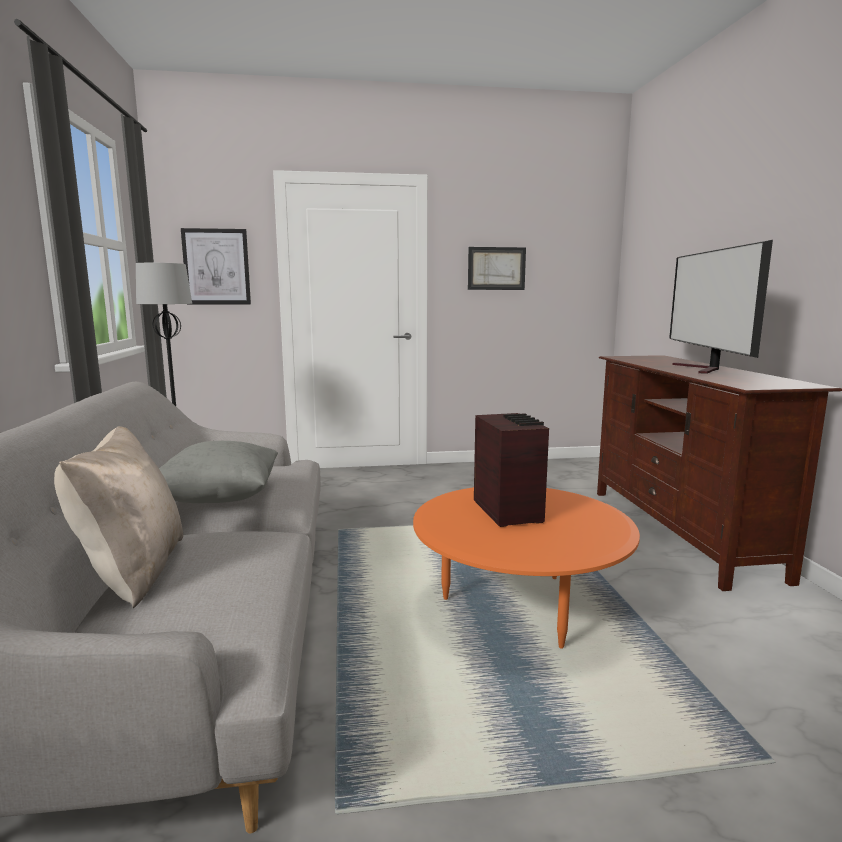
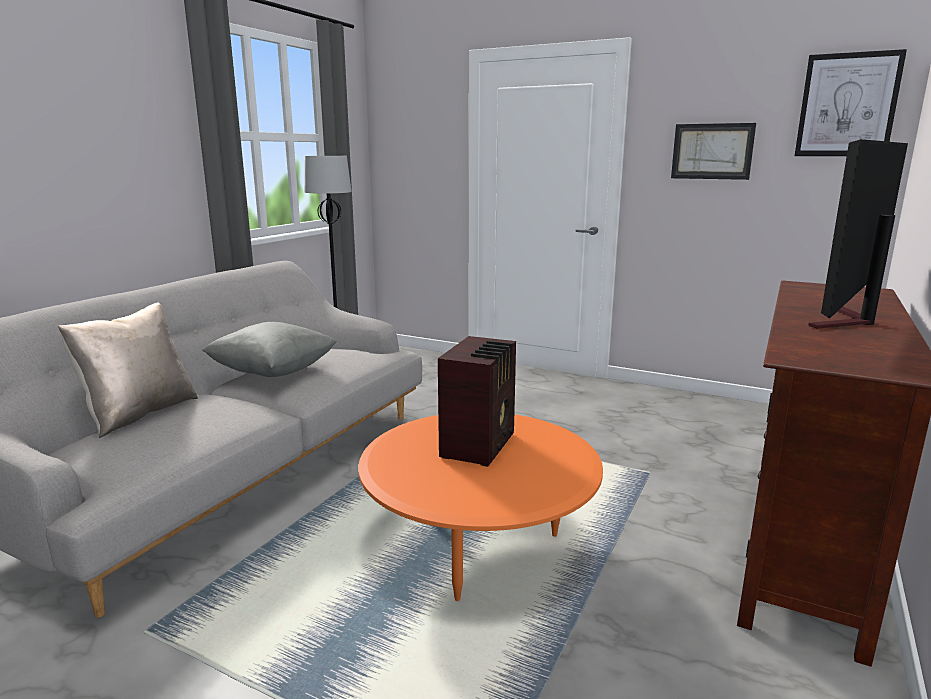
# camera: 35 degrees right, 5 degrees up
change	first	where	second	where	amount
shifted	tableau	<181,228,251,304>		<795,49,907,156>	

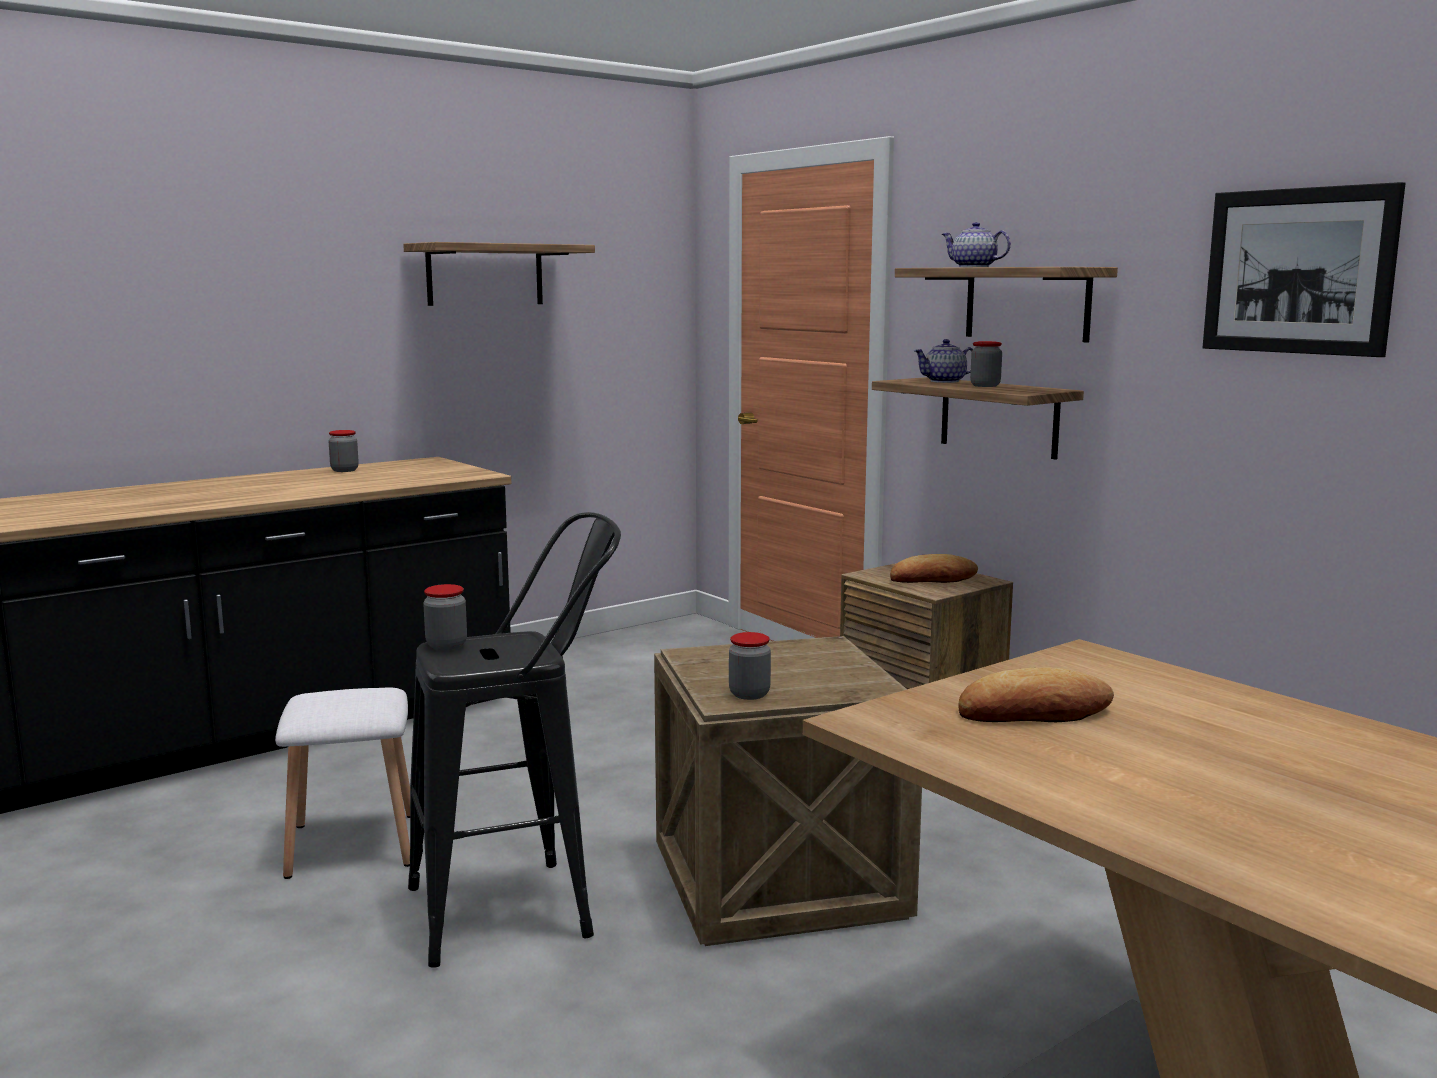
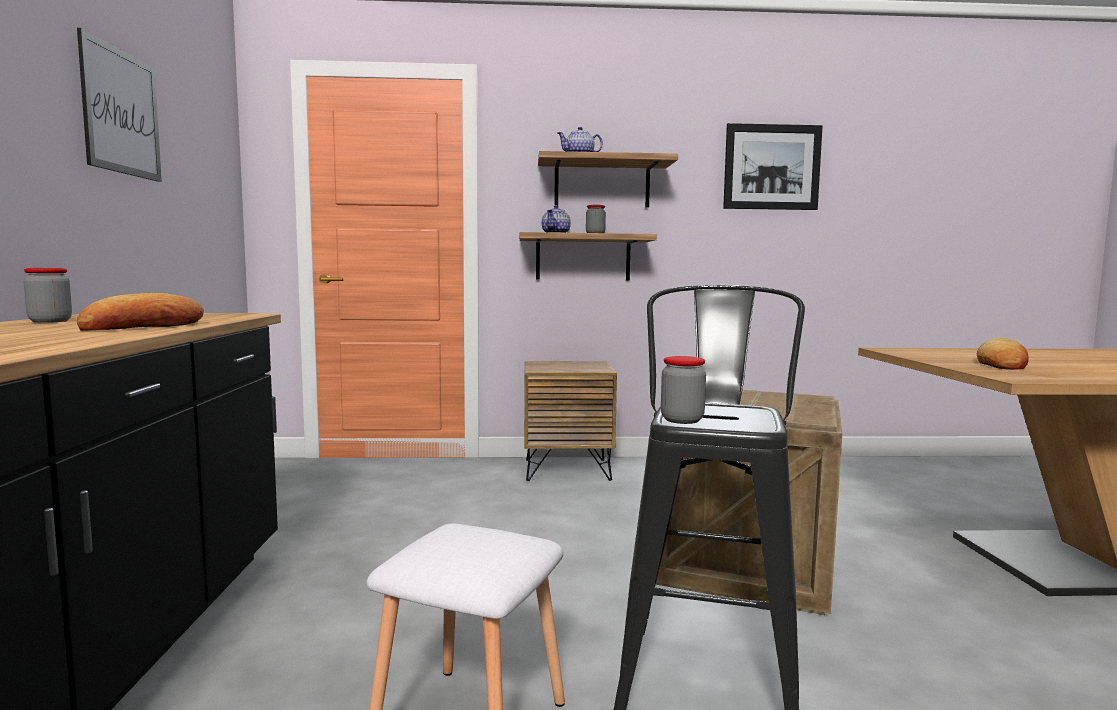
# camera: 55 degrees left, 5 degrees down
change	first	where	second	where	amount
swapped	étagère	<403,242,595,306>	tableau	<77,28,162,182>	
gone	bocal	<729,632,771,700>			
shifted	pain	<890,554,978,583>		<77,293,204,331>	

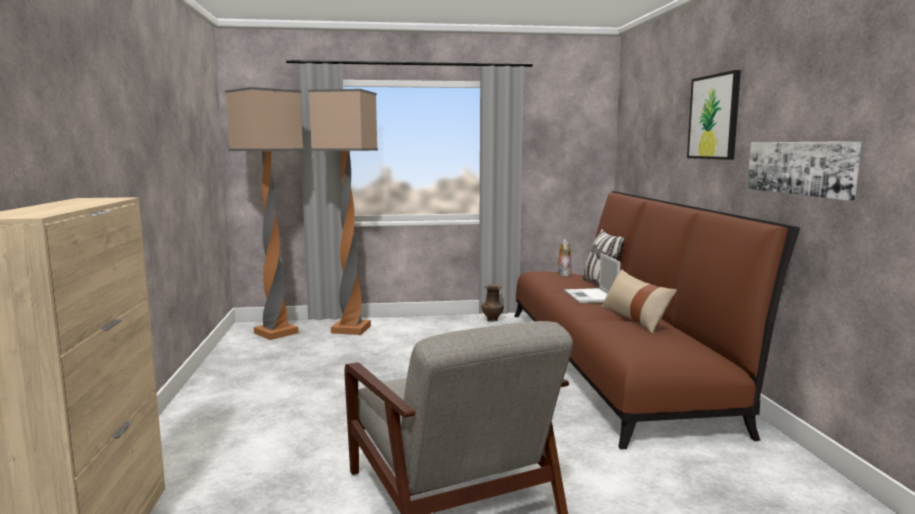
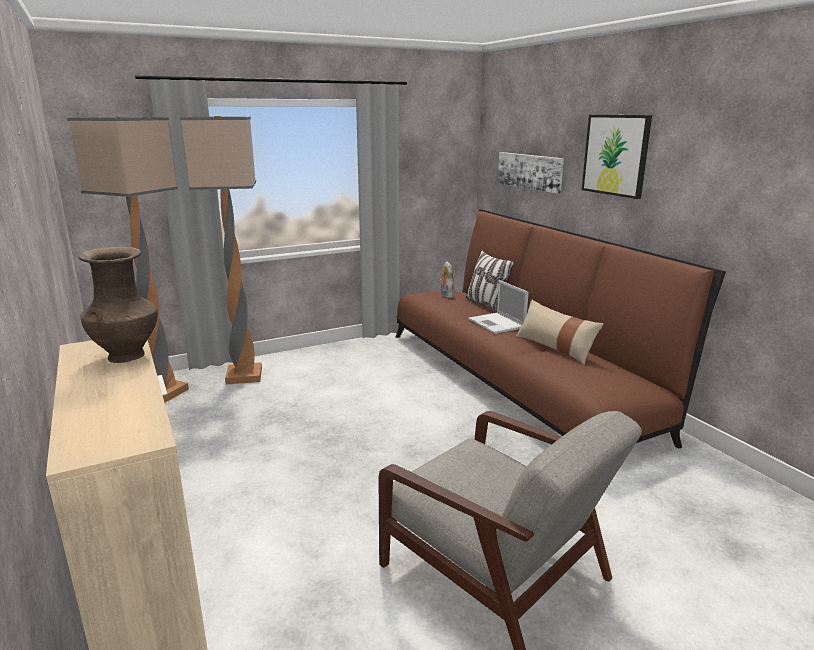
# camera: 20 degrees left, 10 degrees up
change	first	where	second	where	amount
shifted	vase (marron)	<482,285,504,322>		<78,247,158,363>	
shifted	tableau	<747,141,862,201>		<498,152,564,194>	

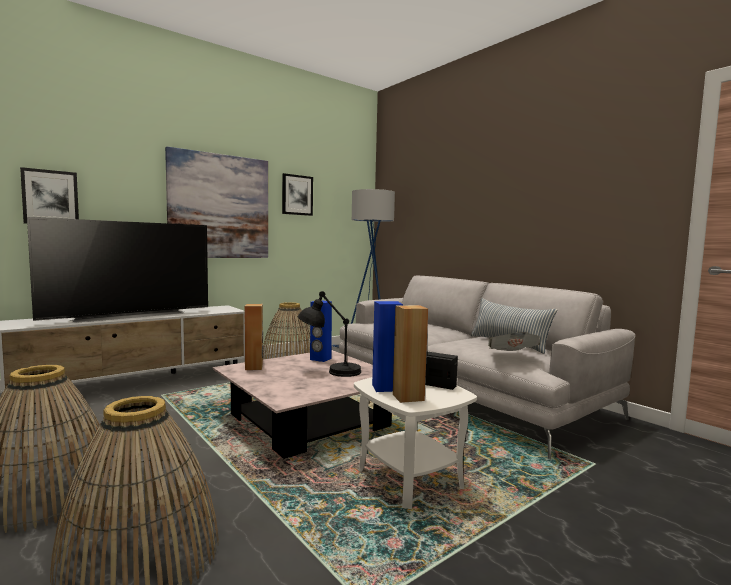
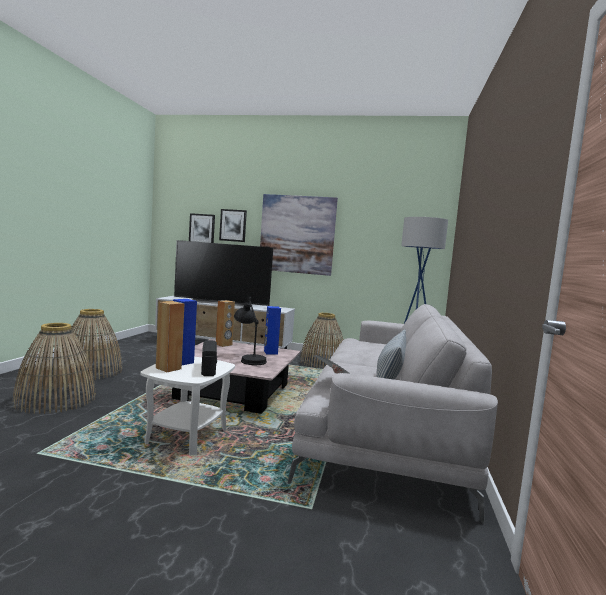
# camera: 50 degrees right, 0 degrees up
change	first	where	second	where	amount
shifted	tableau	<282,173,313,216>		<219,209,247,242>	

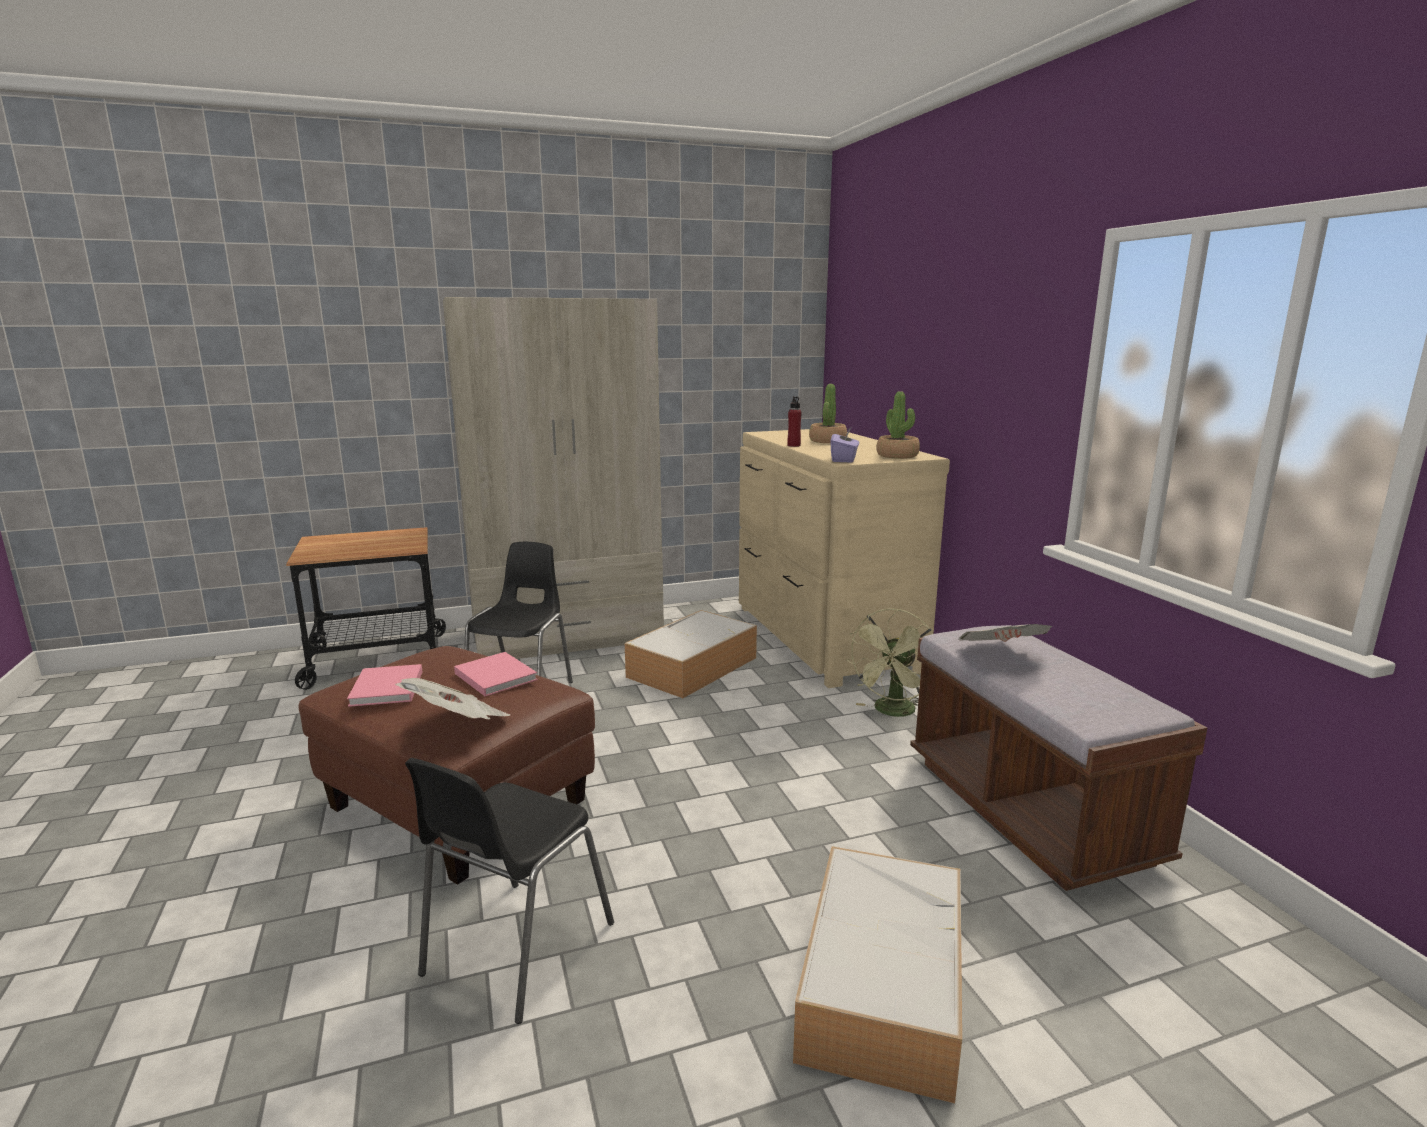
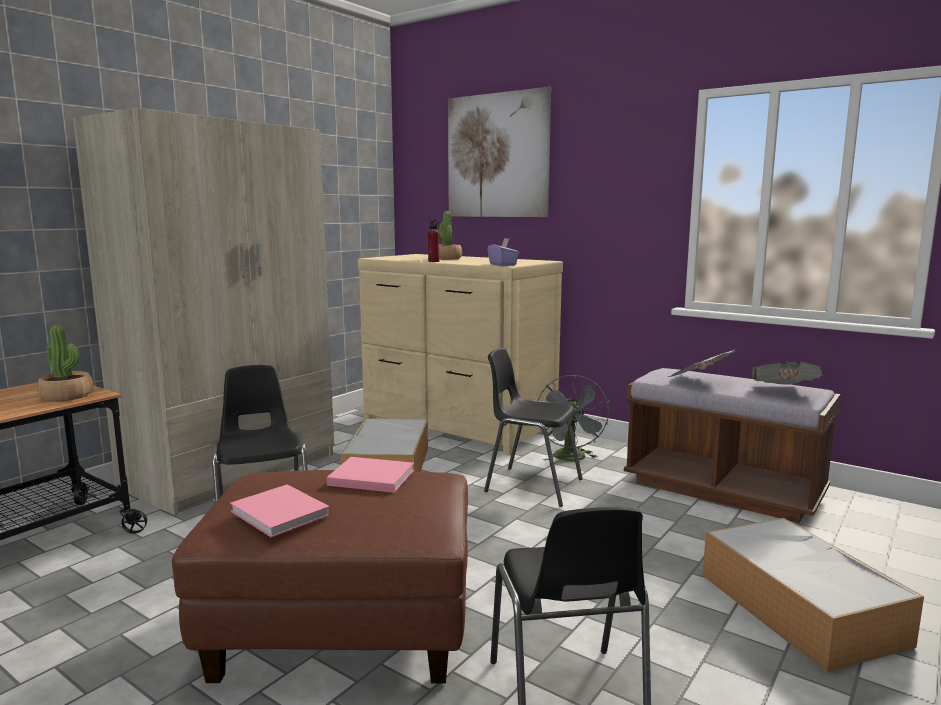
# camera: 35 degrees left, 5 degrees down
change	first	where	second	where	amount
shifted	journal	<395,678,510,719>		<752,361,823,384>	
repainted	ventilateur (vert)	<846,608,933,717>	ventilateur (gris)	<538,375,610,461>	
shifted	plante en pot	<876,392,920,459>		<37,325,94,402>	
new			tableau	<448,87,551,217>	
new			chaise (noir)	<484,348,583,507>	

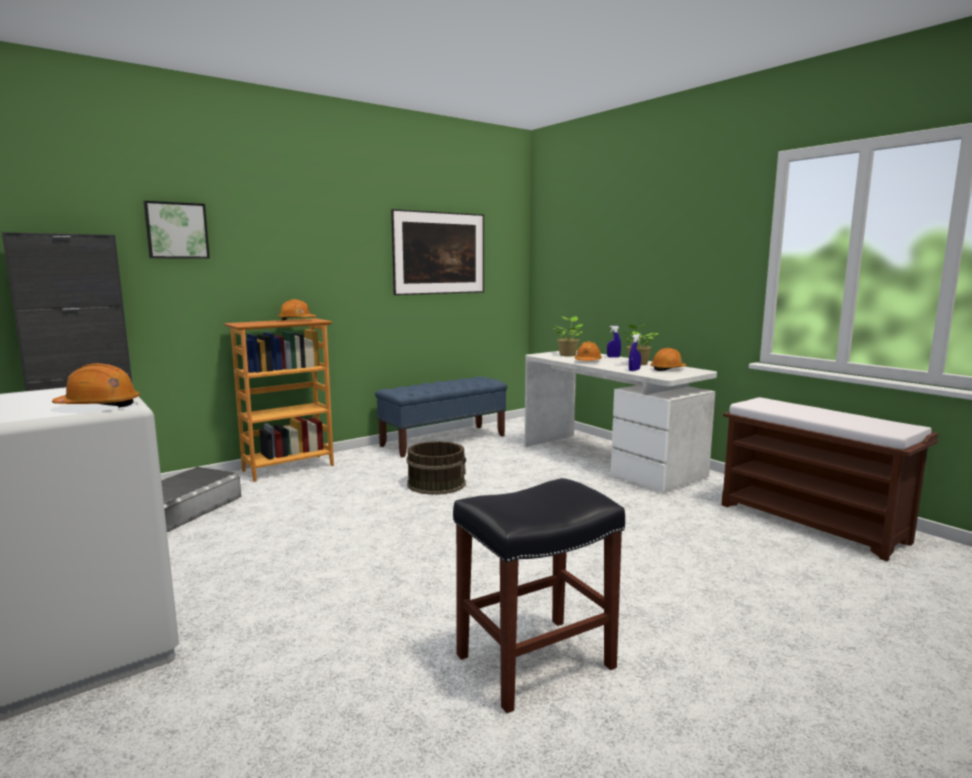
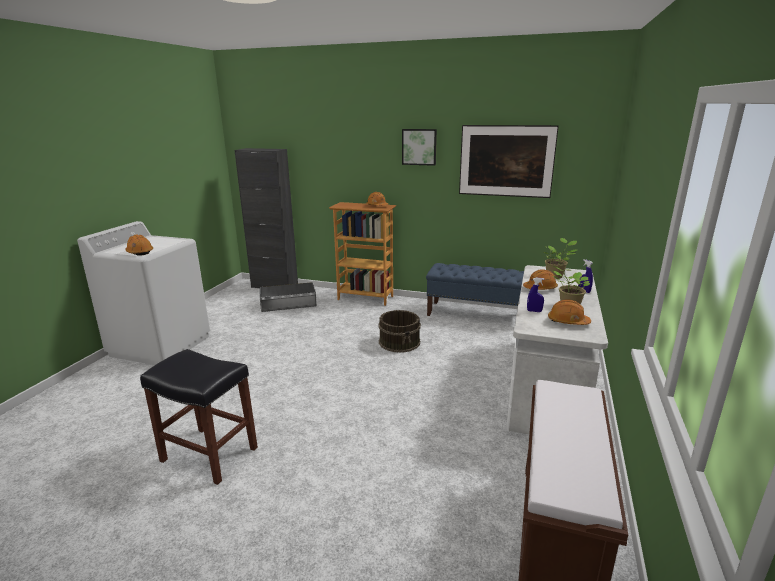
# camera: 55 degrees right, 10 degrees up
change	first	where	second	where	amount
shifted	tableau	<144,201,210,259>		<402,129,437,166>	

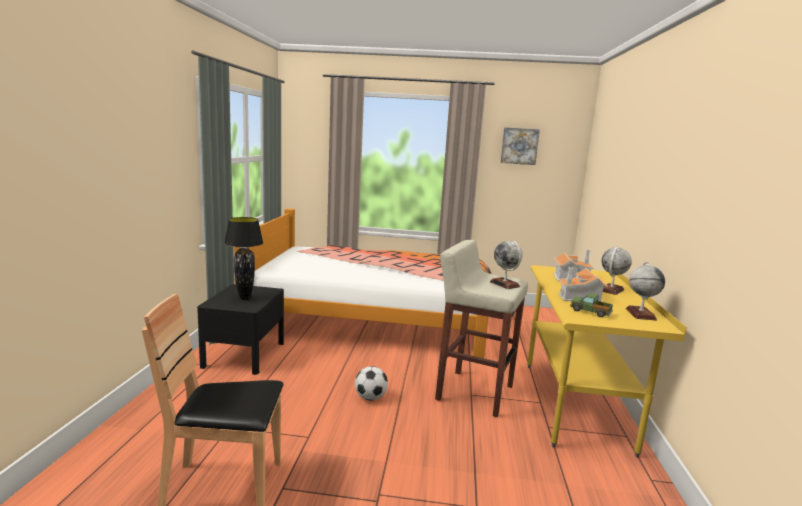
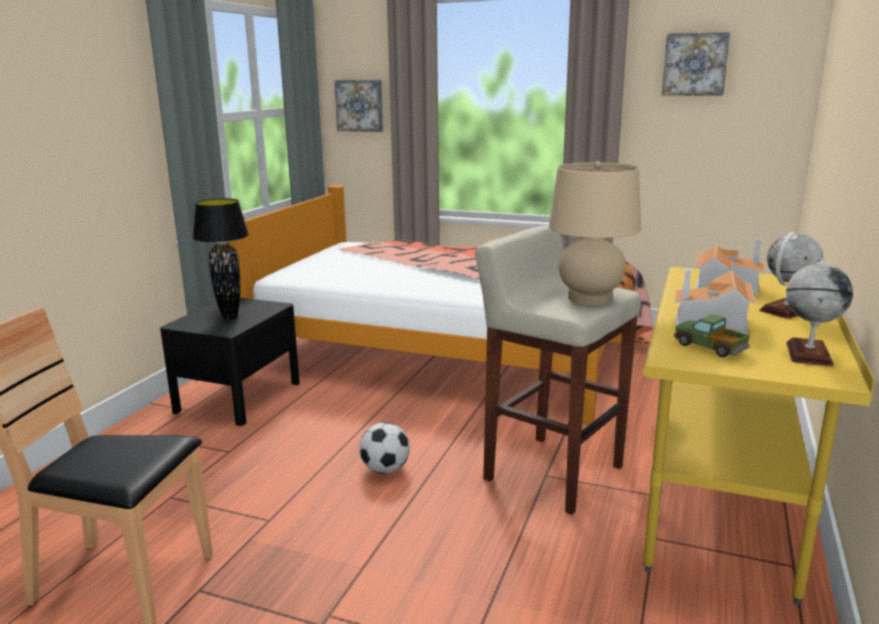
# camera: 15 degrees right, 5 degrees up
change	first	where	second	where	amount
swapped	globe	<490,241,523,289>	lampe de table (beige)	<549,161,641,305>	
new			tableau	<334,80,383,132>	

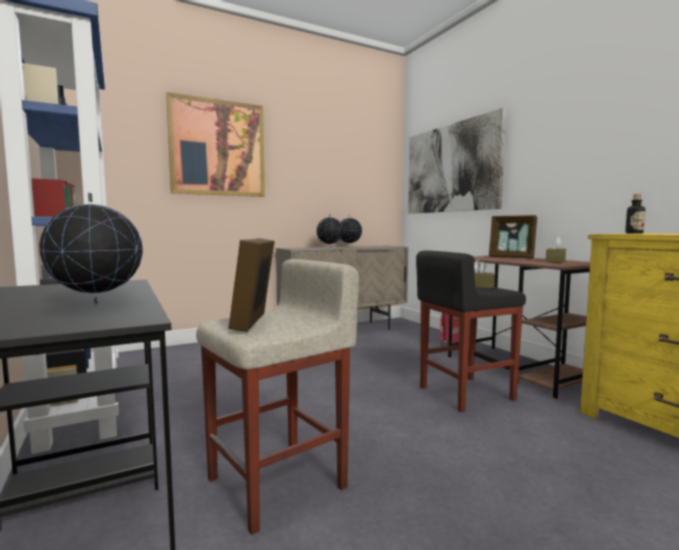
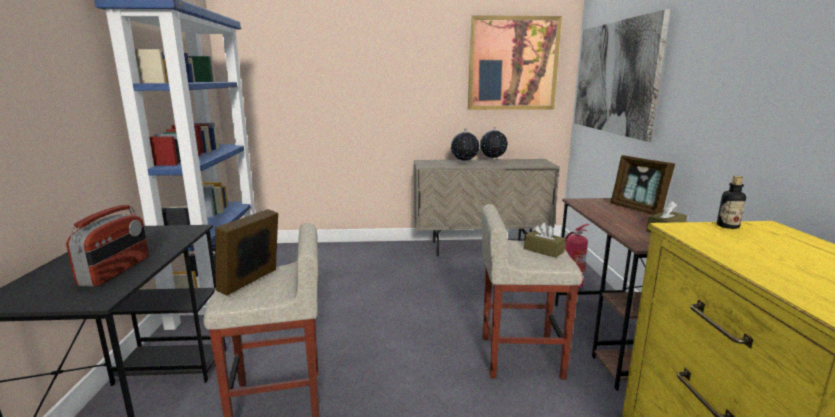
# camera: 25 degrees right, 10 degrees up
change	first	where	second	where	amount
swapped	globe	<39,193,143,306>	radio	<66,205,149,287>	
shifted	tableau	<166,92,265,197>		<468,15,562,110>	
repainted	tabouret (noir)	<416,250,526,412>	tabouret (beige)	<481,204,583,380>	

